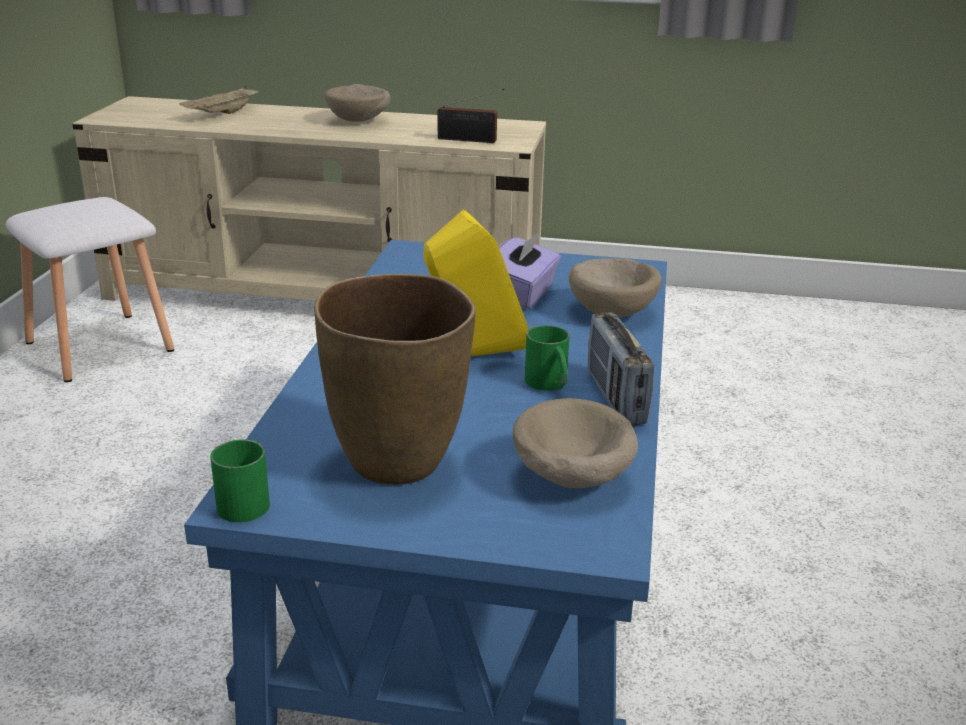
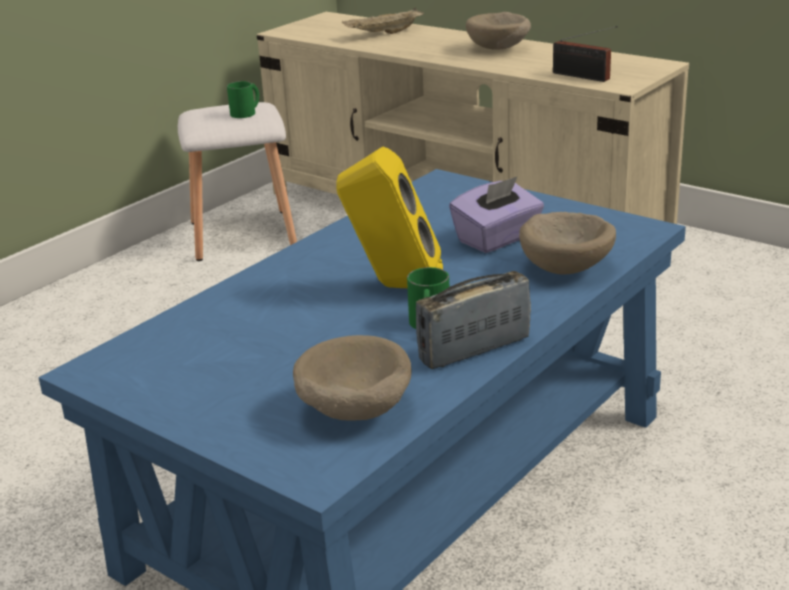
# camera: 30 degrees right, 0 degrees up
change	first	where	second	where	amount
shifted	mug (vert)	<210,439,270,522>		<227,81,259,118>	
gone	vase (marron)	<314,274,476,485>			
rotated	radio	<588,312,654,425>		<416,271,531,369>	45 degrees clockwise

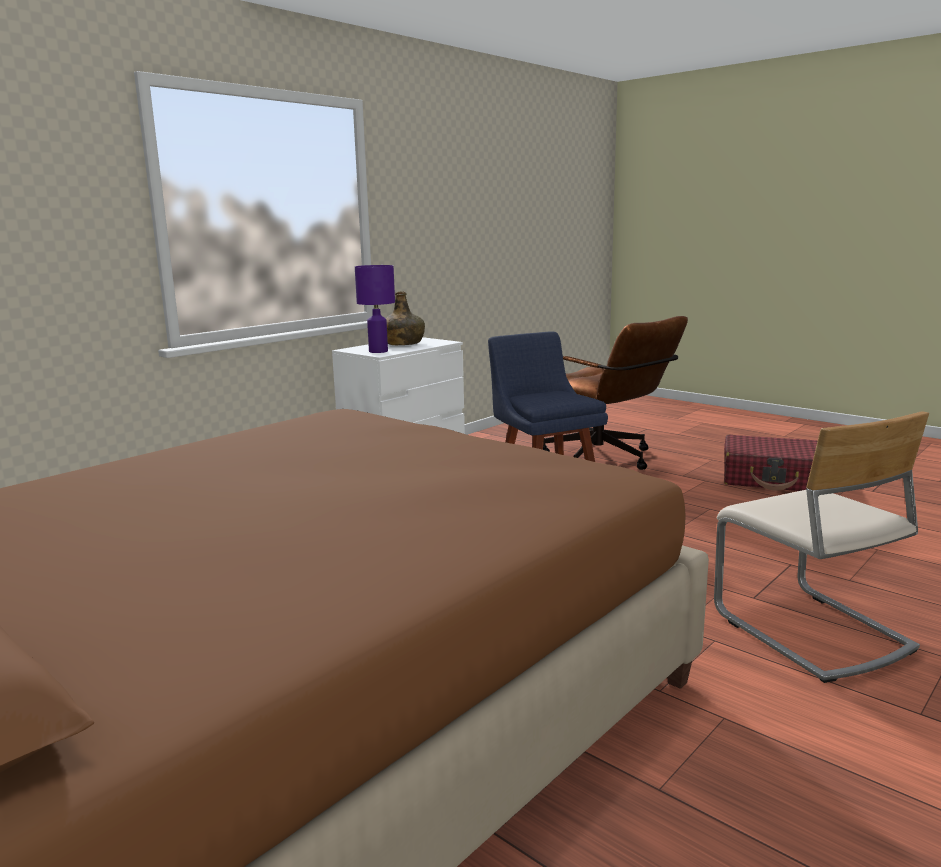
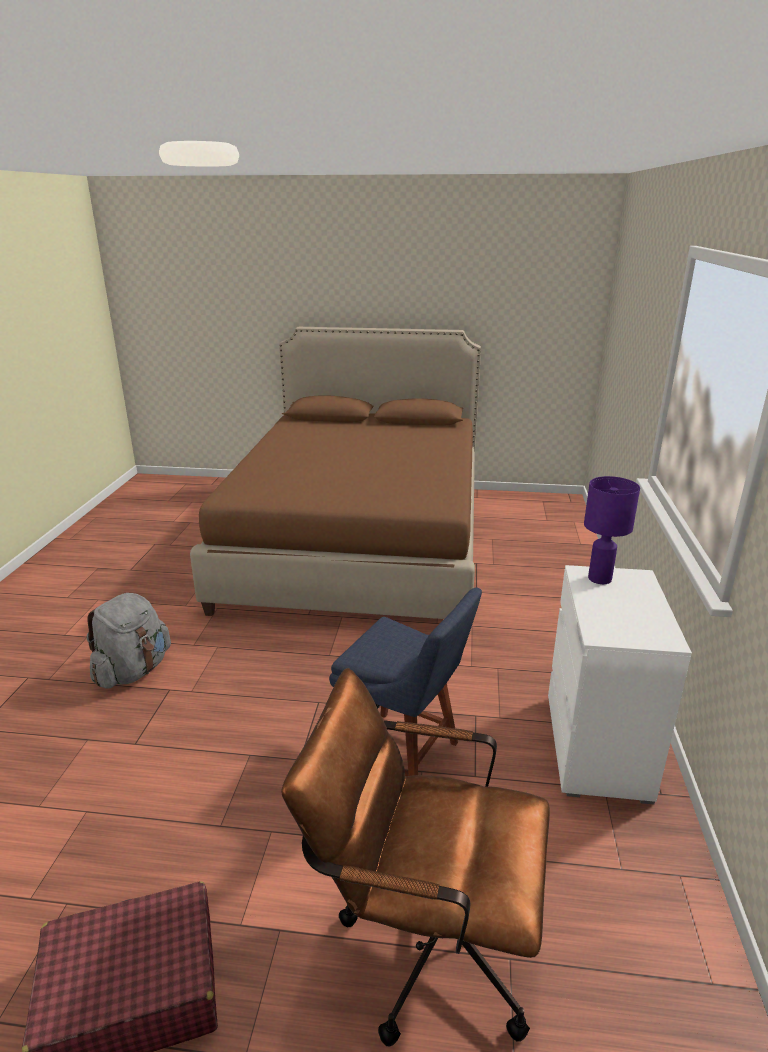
# camera: 145 degrees right, 10 degrees up
change	first	where	second	where	amount
gone	bouteille (vert)	<386,291,425,345>			
swapped	chaise (beige)	<714,411,929,683>	sac à dos (gris)	<87,593,171,689>	

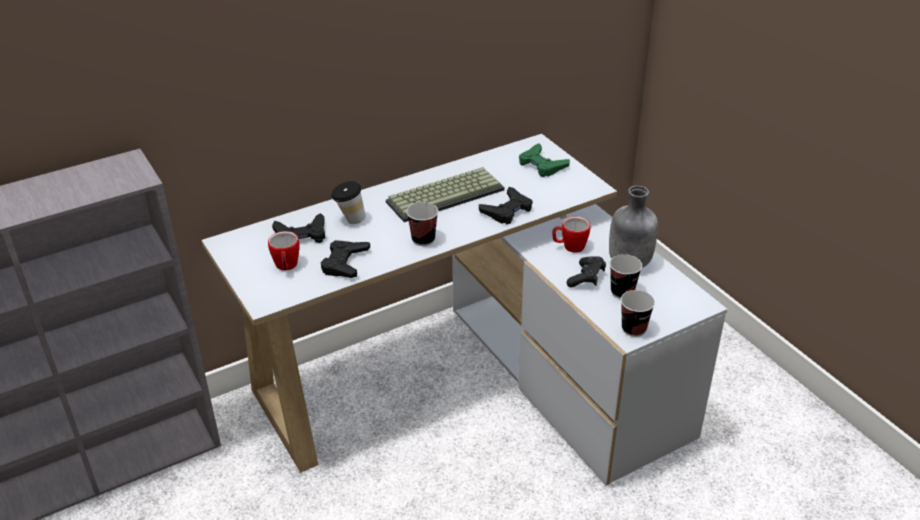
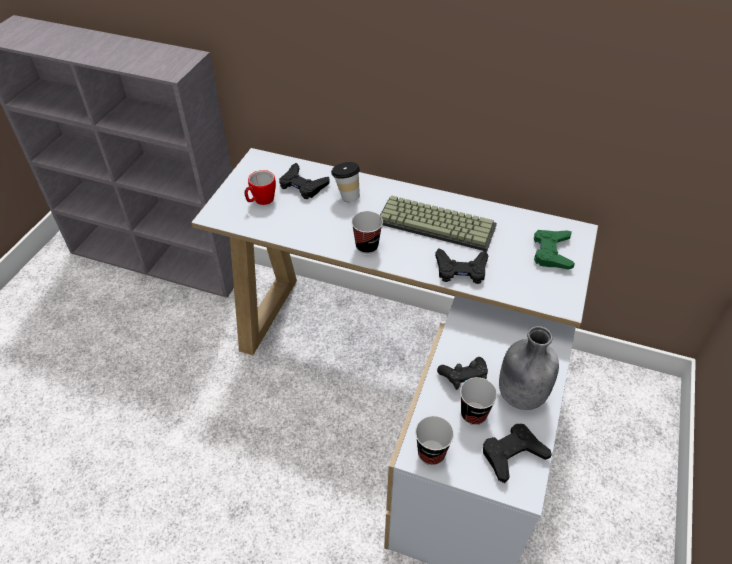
# camera: 50 degrees right, 10 degrees up
change	first	where	second	where	amount
shifted	manette (noir)	<320,240,370,278>		<483,424,552,483>	
gone	mug	<552,216,591,253>			

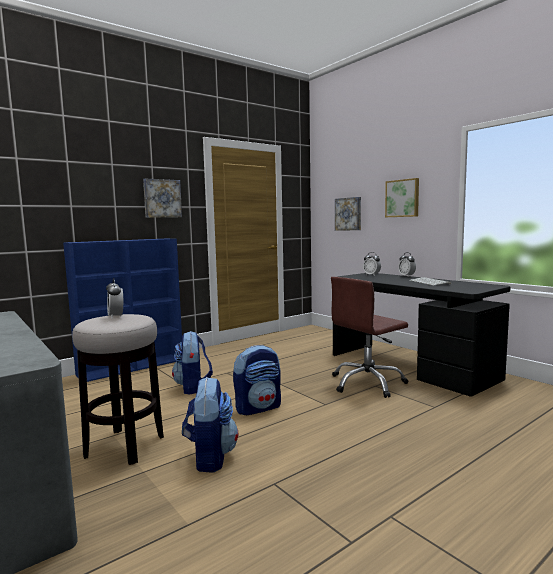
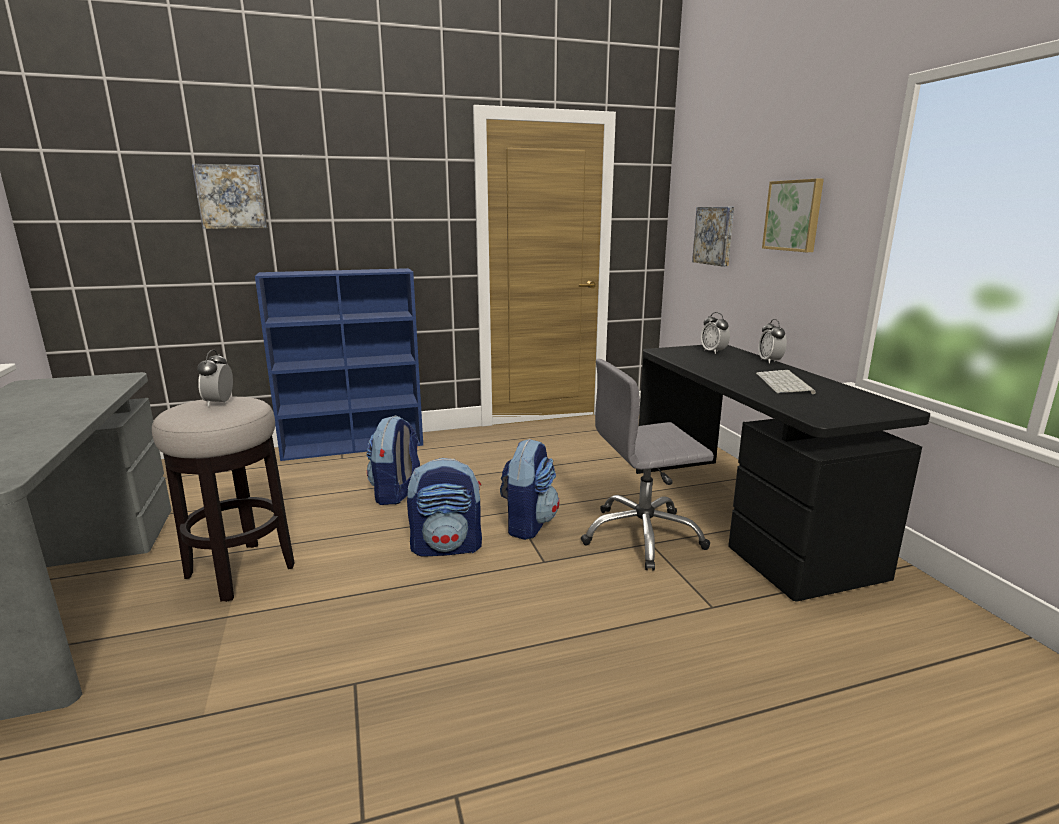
# camera: 20 degrees right, 10 degrees up
change	first	where	second	where	amount
shifted	tableau	<143,179,182,218>		<192,164,267,229>	
shifted	sac à dos	<182,377,239,473>		<500,438,560,540>	
repainted	chaise de bureau (marron)	<331,277,408,398>	chaise de bureau (gris)	<581,359,714,571>	

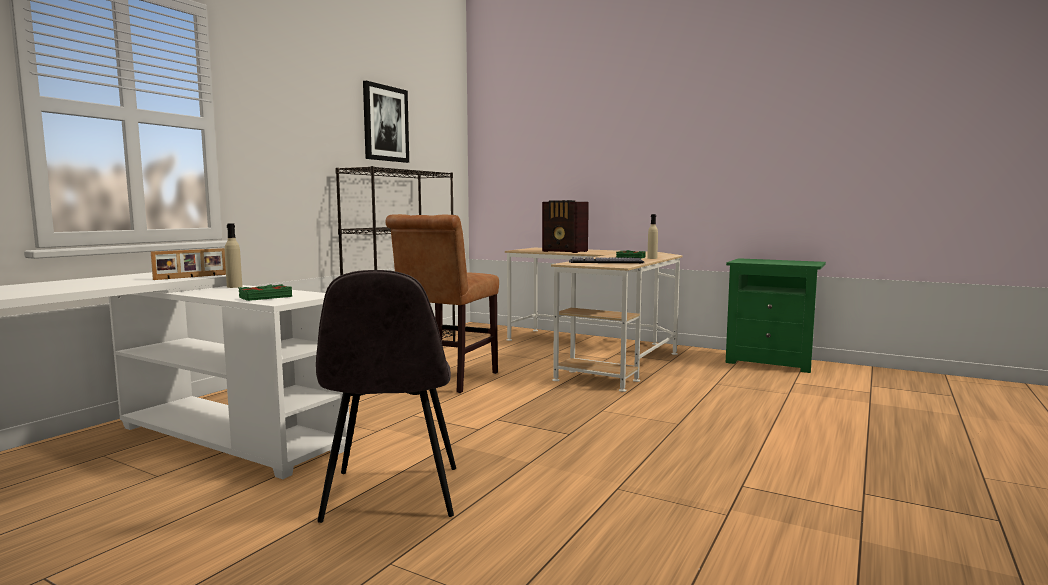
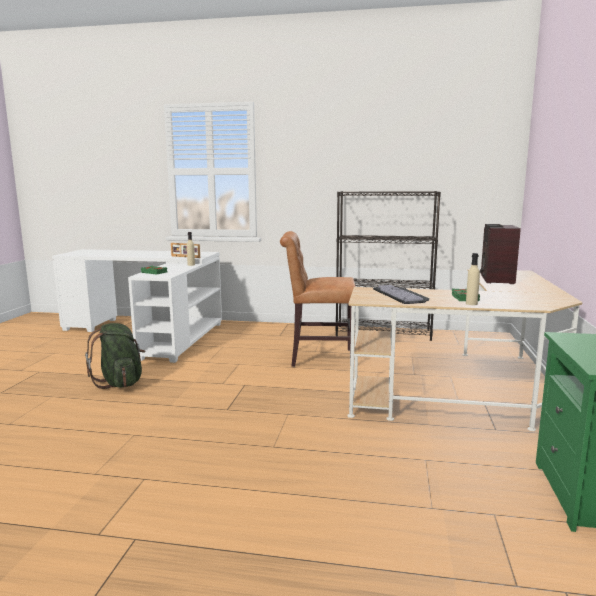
# camera: 70 degrees right, 5 degrees up
change	first	where	second	where	amount
swapped	chaise (gris)	<316,270,456,523>	sac à dos (vert)	<85,323,145,389>	
gone	tableau	<363,81,409,163>			

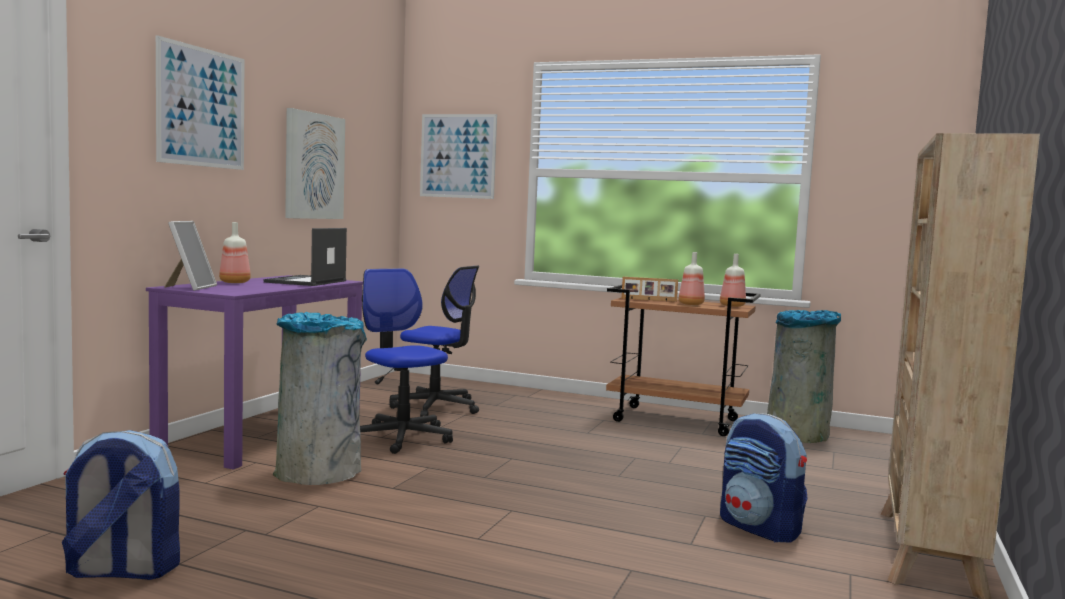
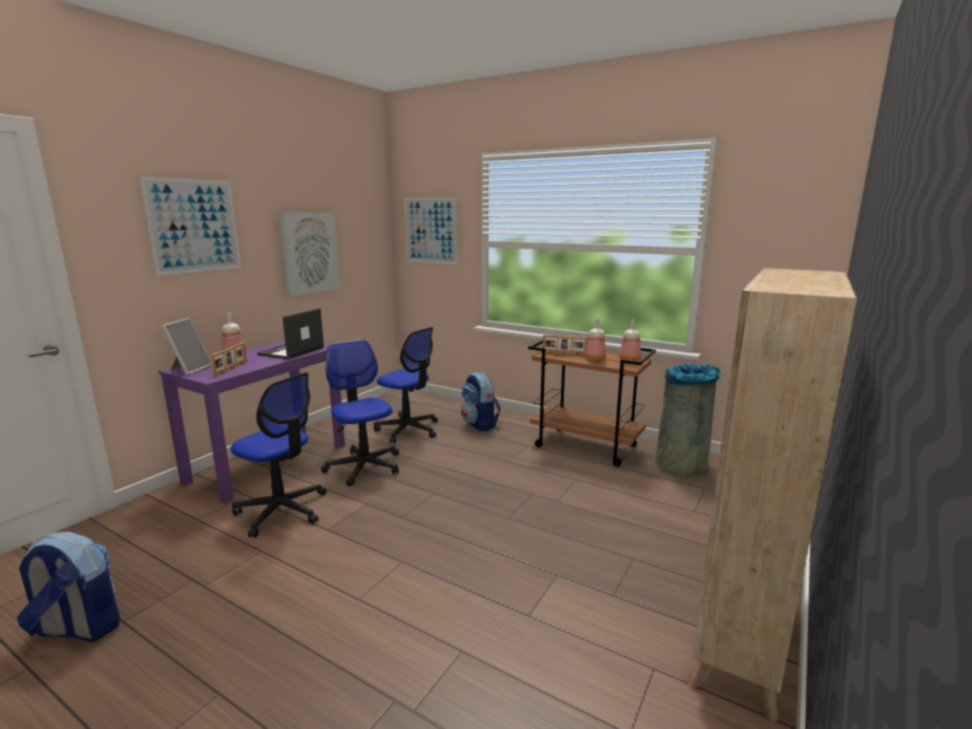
# camera: 10 degrees right, 10 degrees up
change	first	where	second	where	amount
swapped	poubelle (gris)	<273,312,367,485>	chaise de bureau	<231,372,327,537>	
shifted	sac à dos	<720,413,808,543>		<461,372,500,432>	
new			cadre photo	<210,342,247,377>	

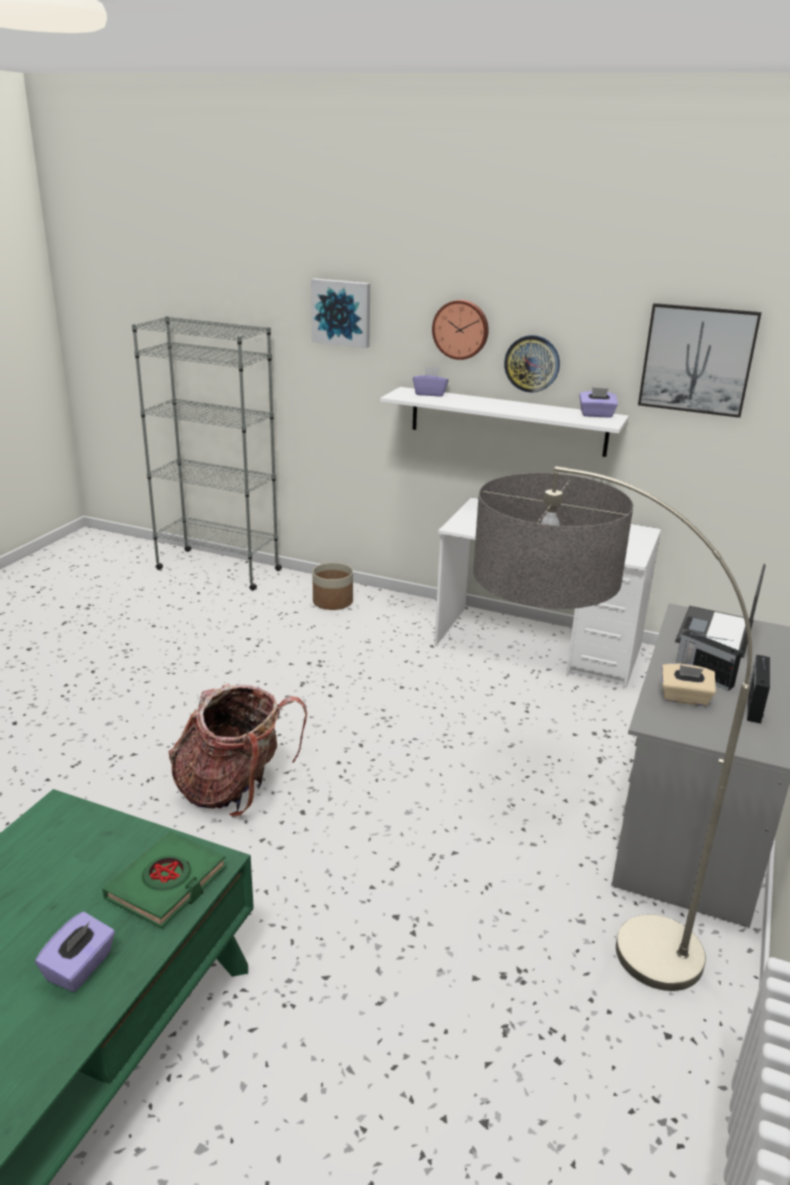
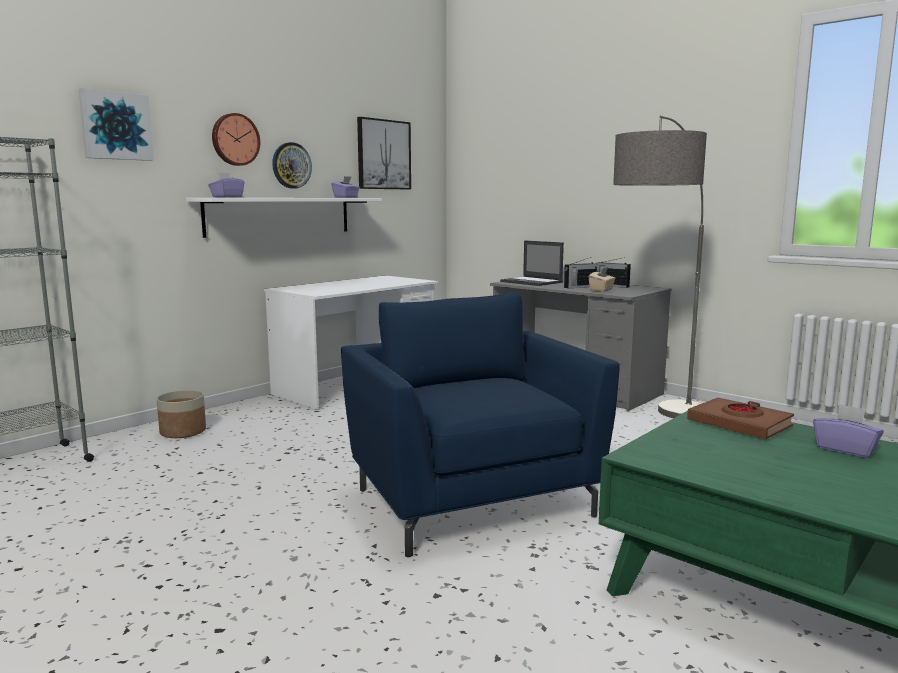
# camera: 70 degrees left, 15 degrees down
change	first	where	second	where	amount
repainted	livre (vert)	<102,831,227,928>	livre (marron)	<687,398,794,439>	
swapped	sac à dos	<168,683,307,817>	fauteuil (bleu)	<341,292,620,557>	

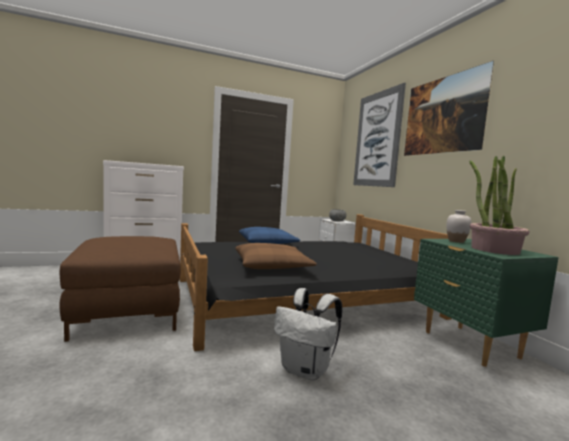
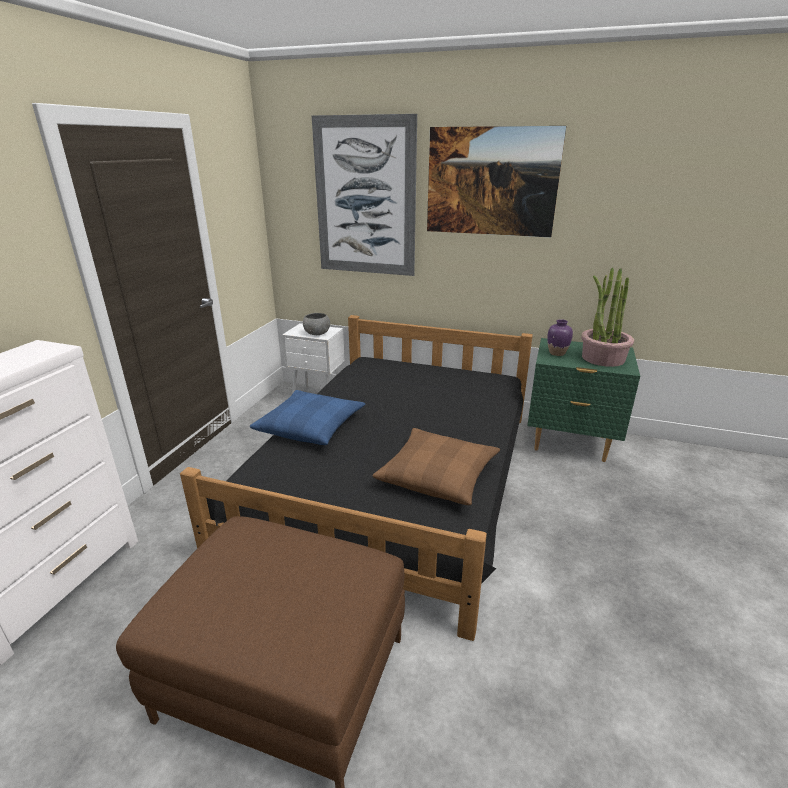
# camera: 50 degrees left, 20 degrees up
change	first	where	second	where	amount
gone	sac à dos (blanc)	<274,288,342,381>			
repainted	vase (blanc)	<446,210,472,243>	vase (violet)	<547,319,573,356>	

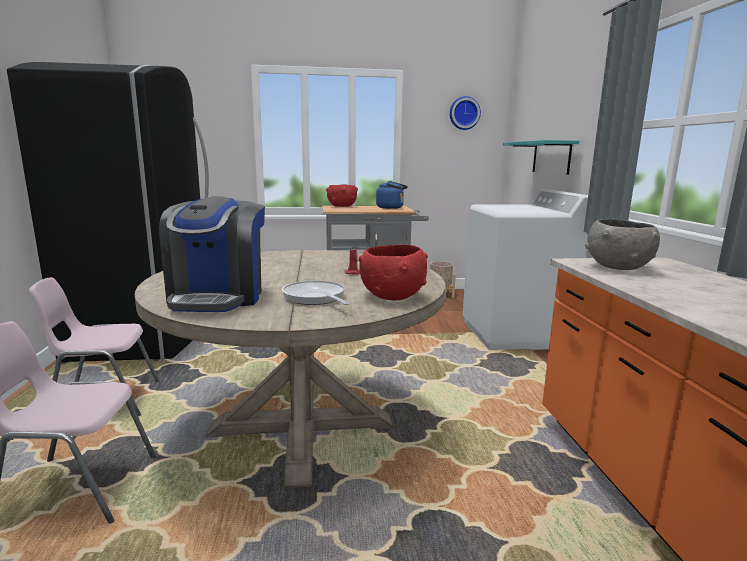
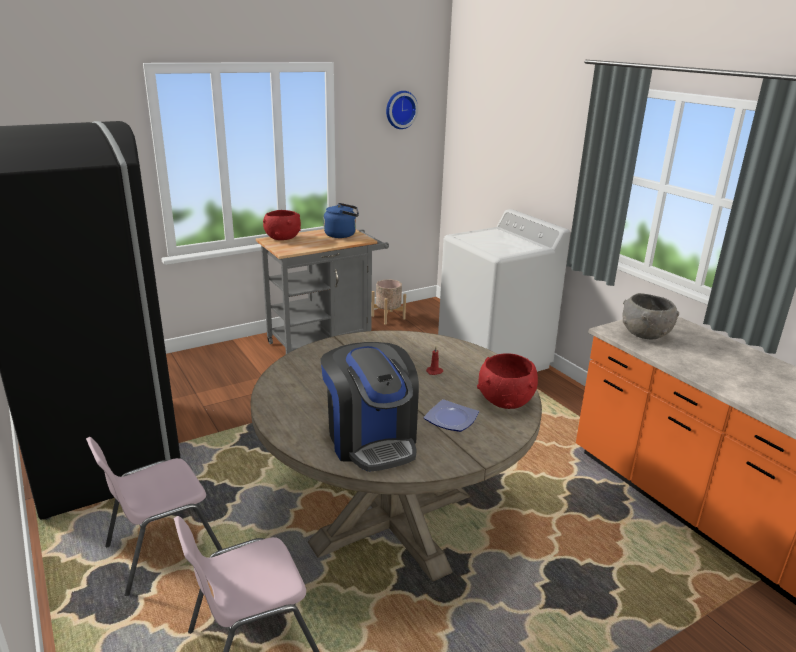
# camera: 25 degrees left, 10 degrees up
change	first	where	second	where	amount
swapped	poêle	<282,280,350,305>	assiette	<423,399,479,432>	
gone	étagère (turquoise)	<503,140,579,175>			

